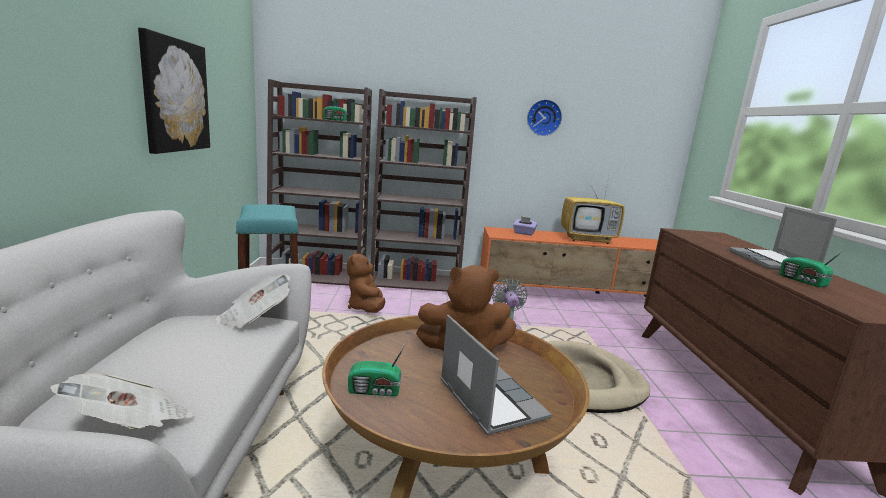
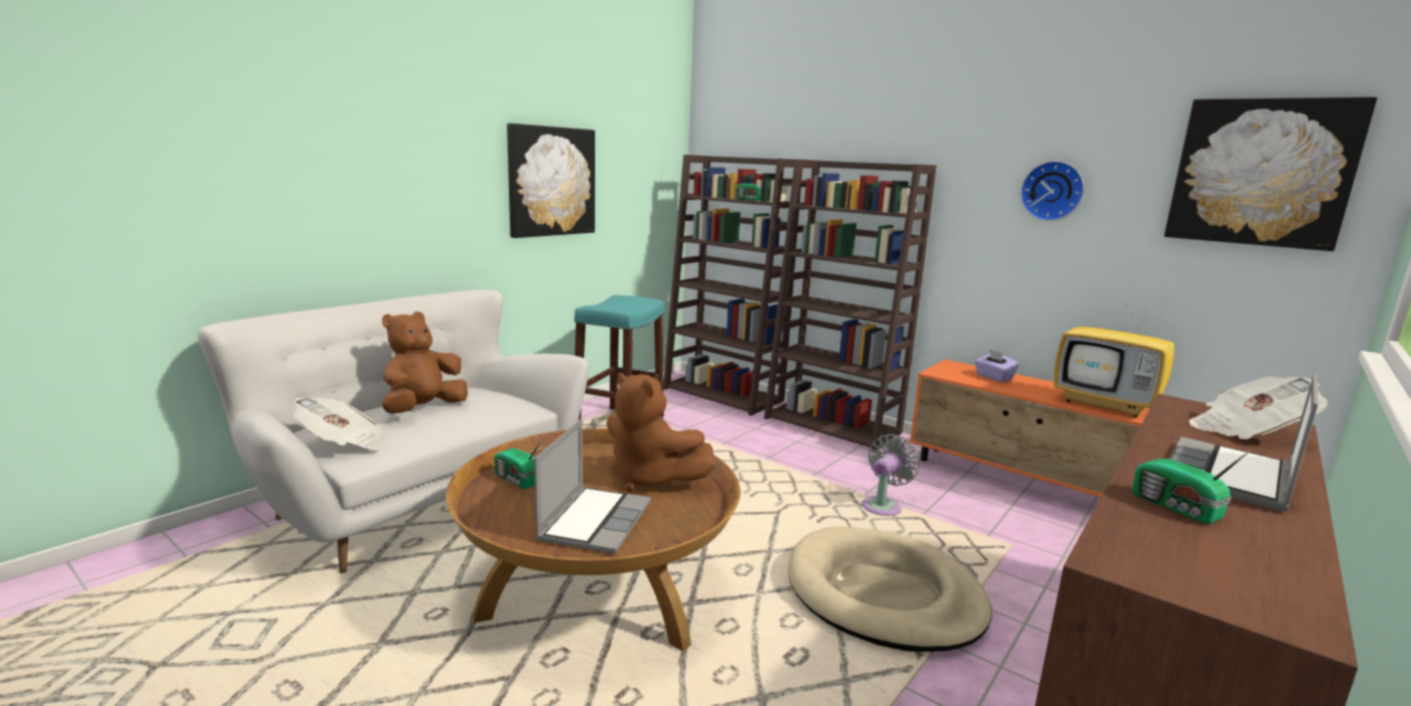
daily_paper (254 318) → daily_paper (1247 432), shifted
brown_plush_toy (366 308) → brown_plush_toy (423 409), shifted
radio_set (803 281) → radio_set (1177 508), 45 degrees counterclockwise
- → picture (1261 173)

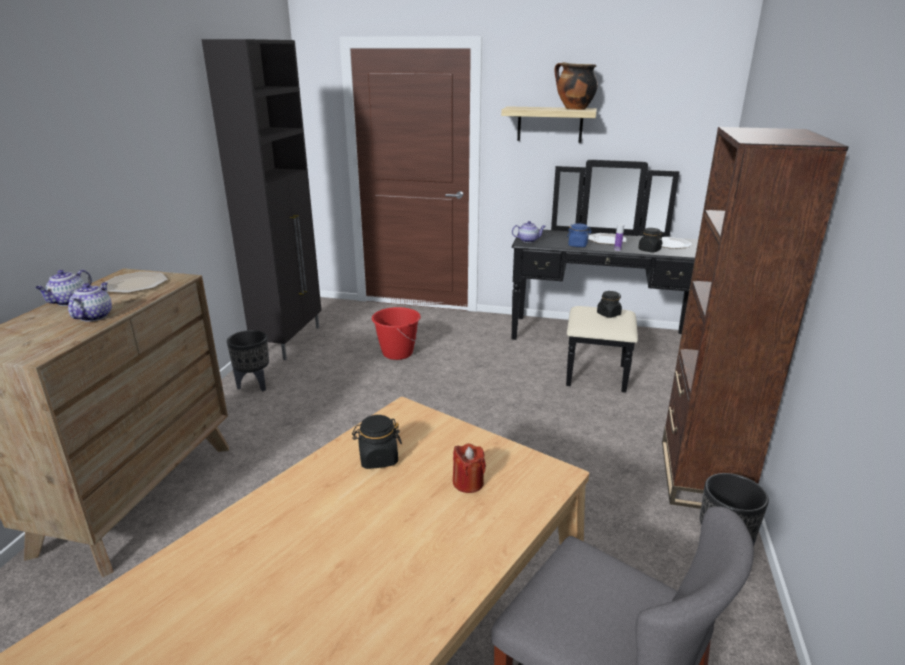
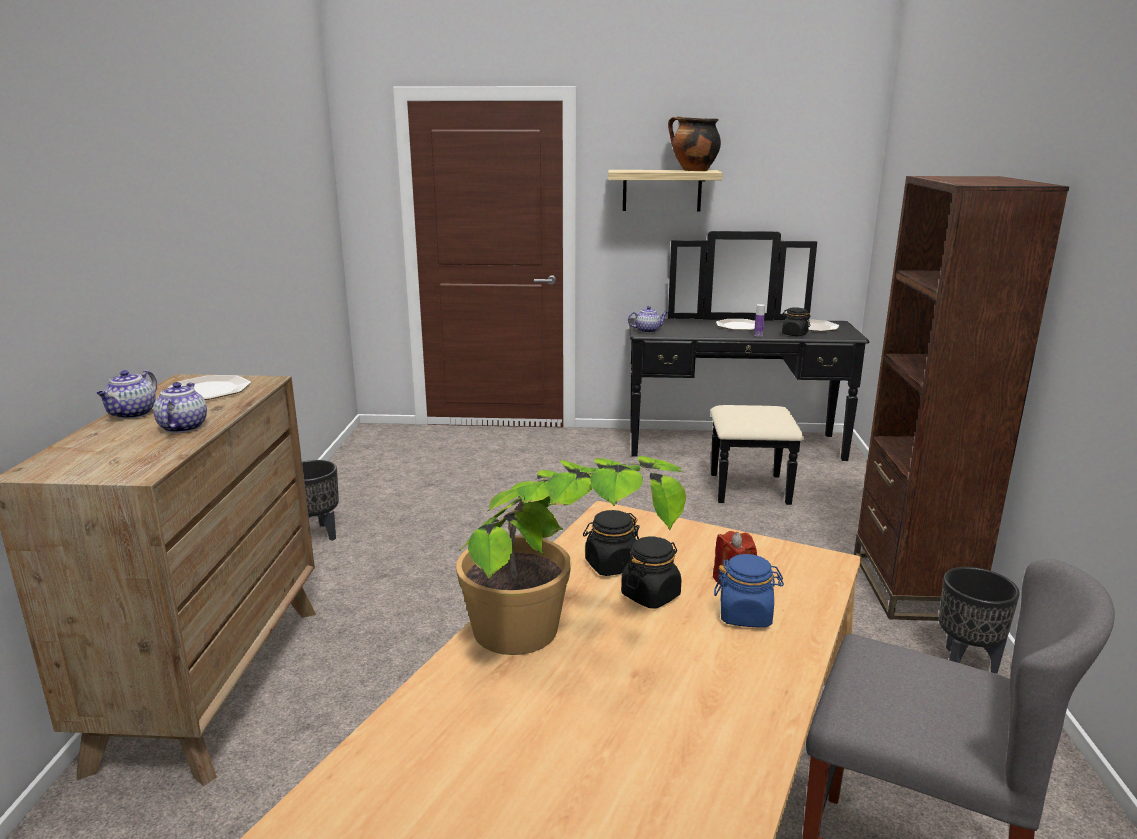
blackish_cupboard (290 341) → -
red-coloured_pail (397 353) → -
bluish_preserve_jar (578 245) → bluish_preserve_jar (745 615), shifted
blackish_preserve_jar (608 314) → blackish_preserve_jar (651 595), shifted
- → houseplant (553 645)

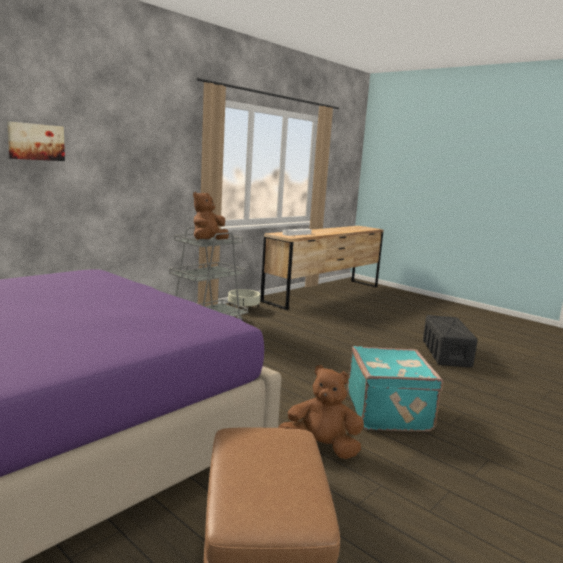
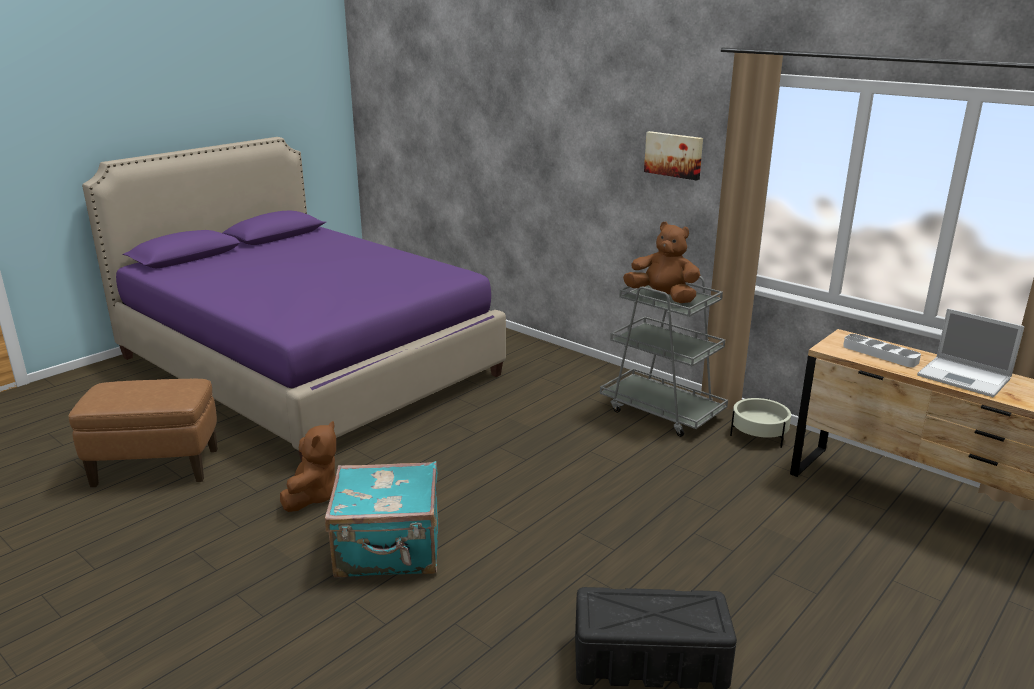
picture (36 142) → picture (674 155), shifted
- → notebook_computer (965 377)

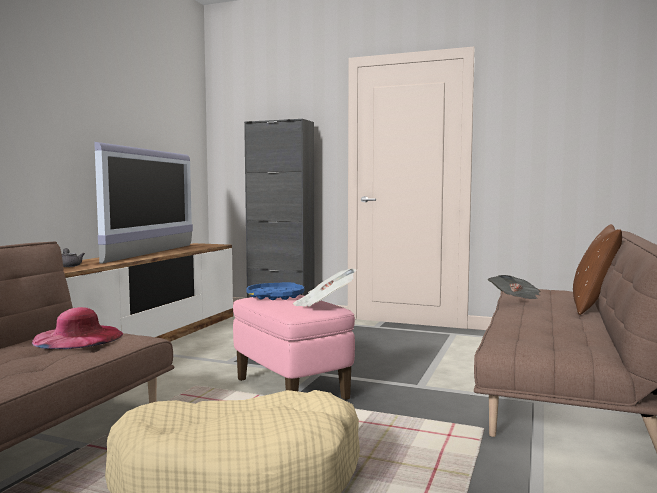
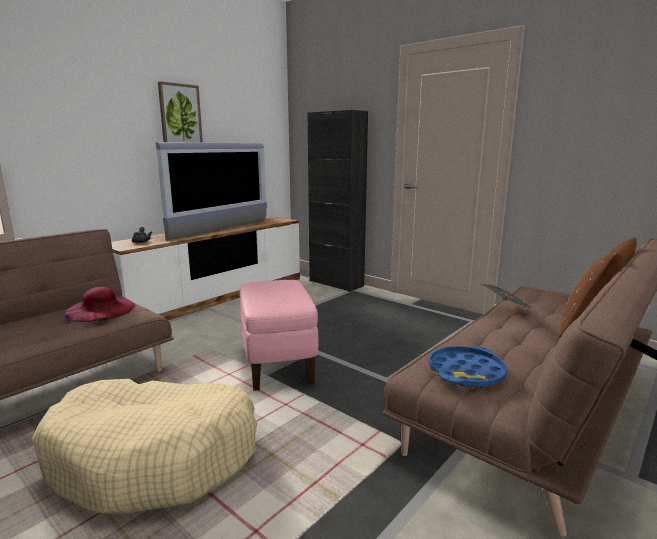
bluish_serving_tray (275 296) → bluish_serving_tray (466 372), shifted
daily_paper (324 305) → -
- → picture (180 116)

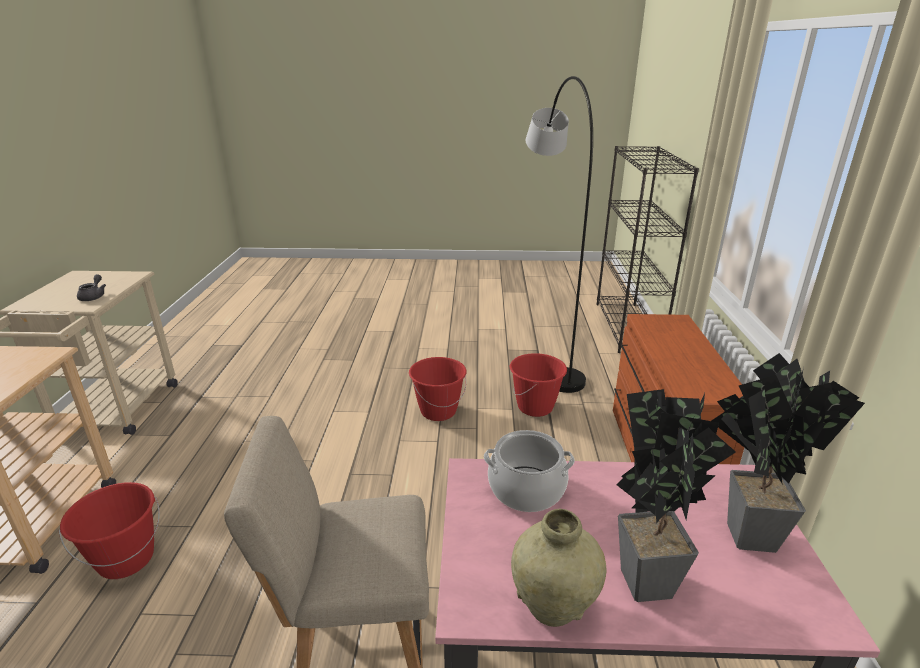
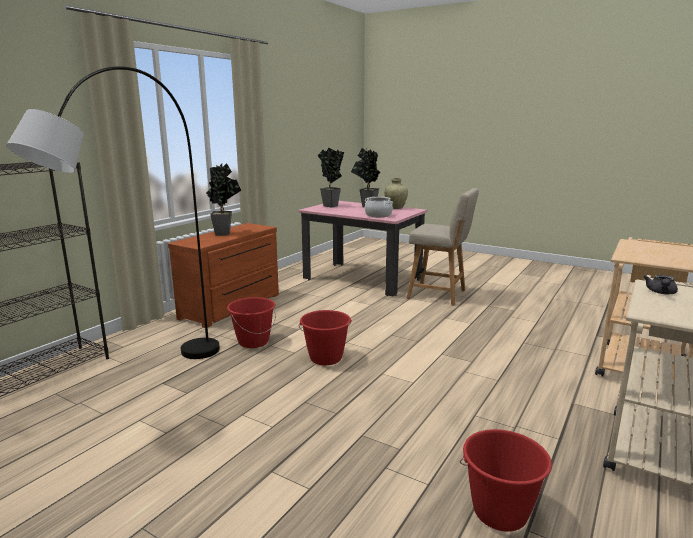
red-coloured_pail (126 559) → red-coloured_pail (500 513), shifted
- → houseplant (224 233)

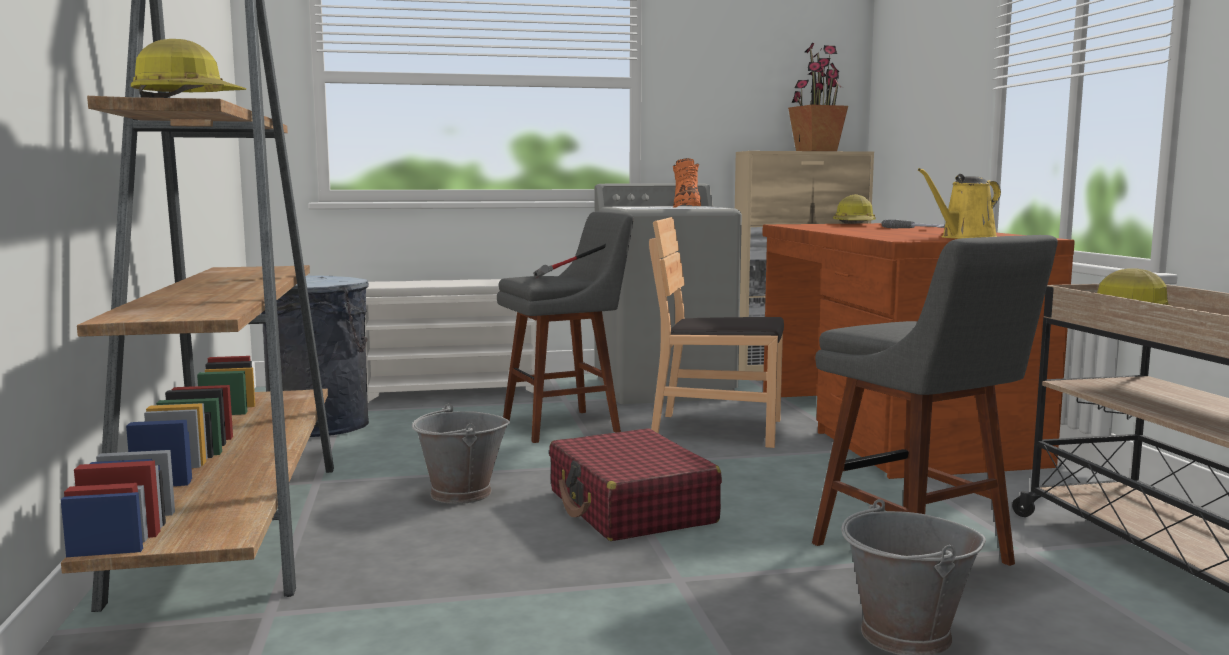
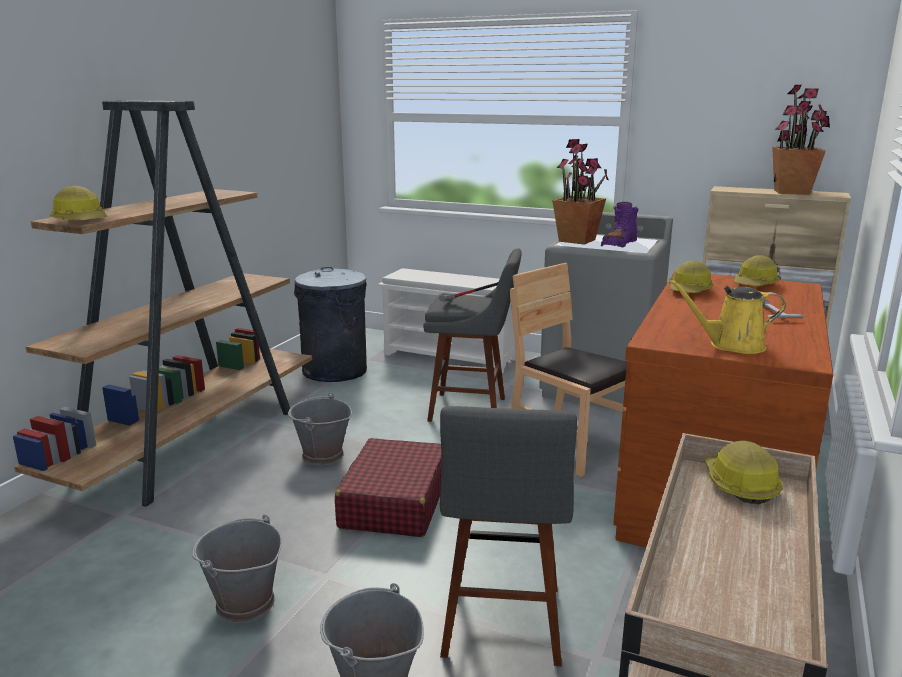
orangey_high-top_boot (686 207) → purple_high-top_boot (619 245)
- → grey_pail (244 603)
- → houseplant (577 240)
- → safety_helmet (689 291)

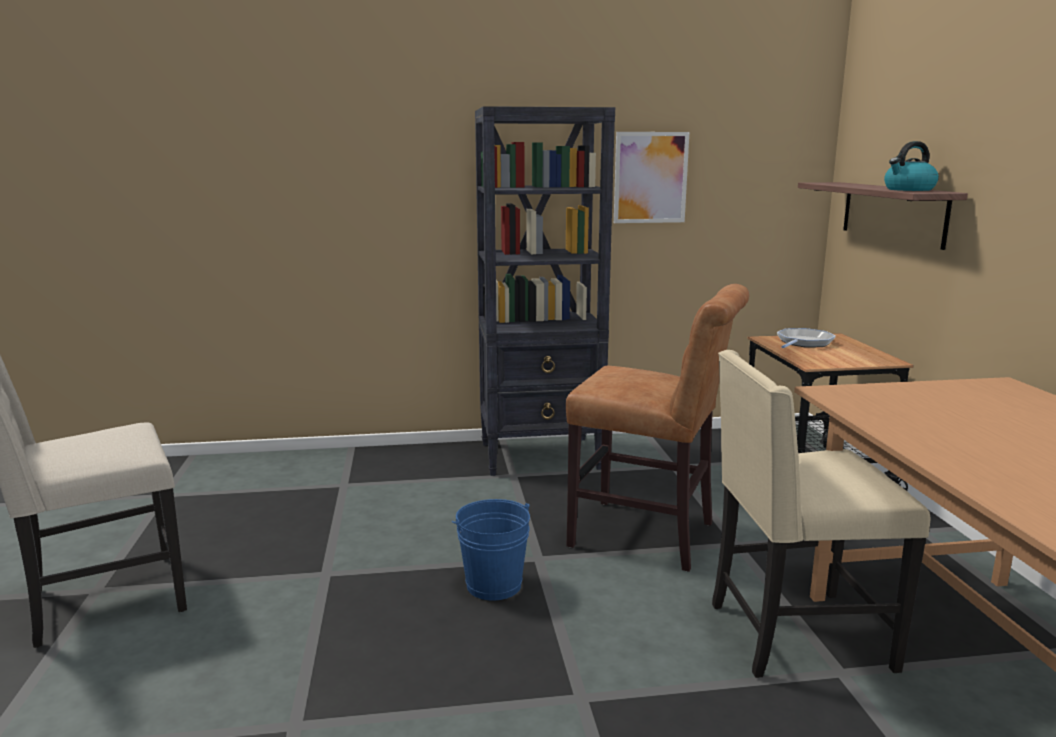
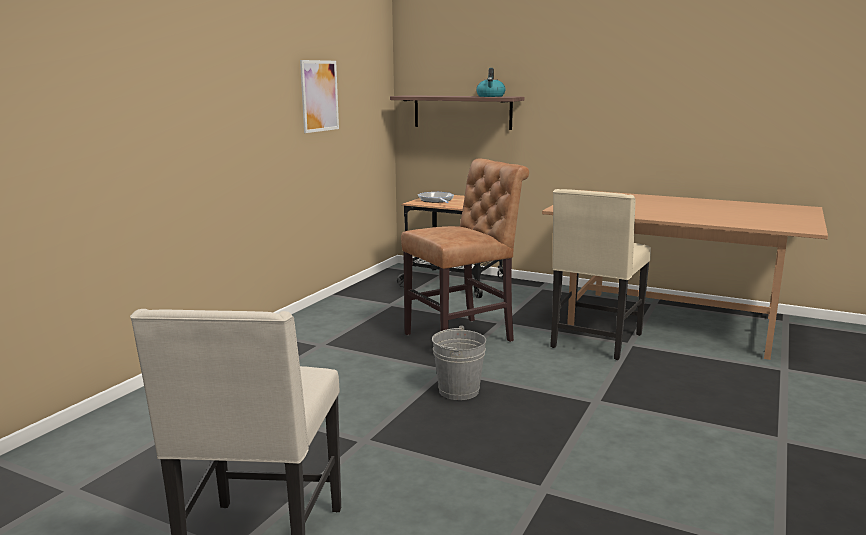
bluish_pail (494 585) → grey_pail (458 390)
blackish_bookshelf (541 456) → -

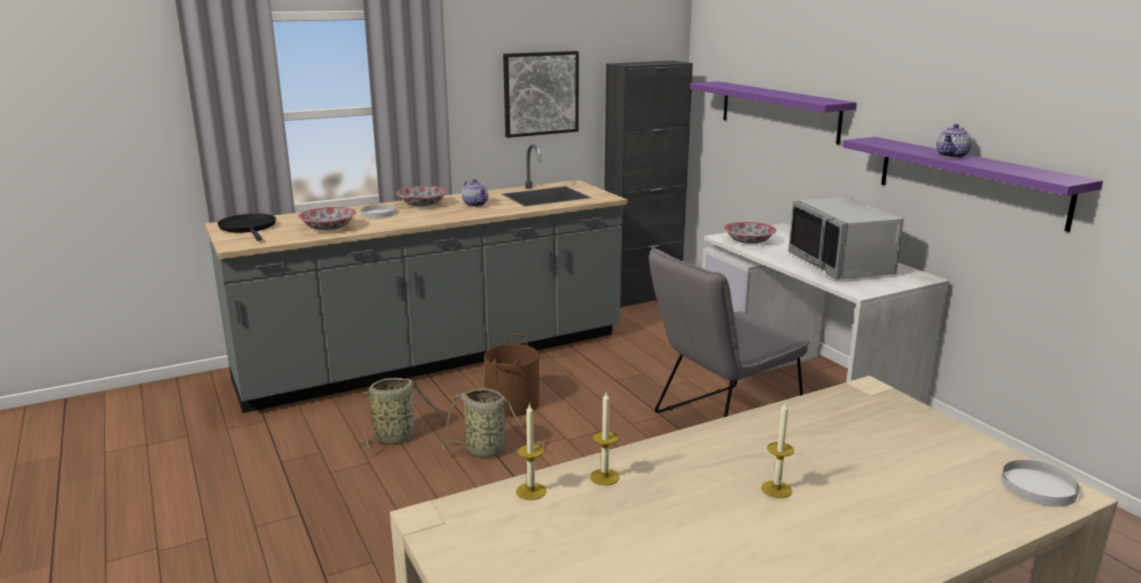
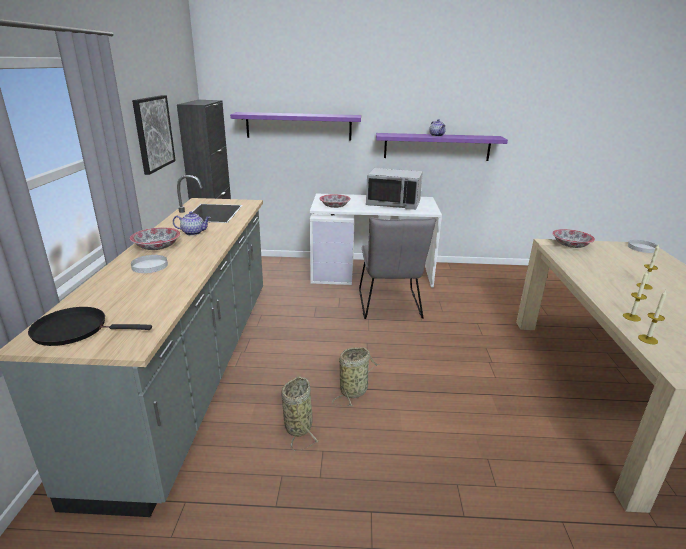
bowl (329 228) → bowl (571 245), shifted
brown_pail (513 403) → -

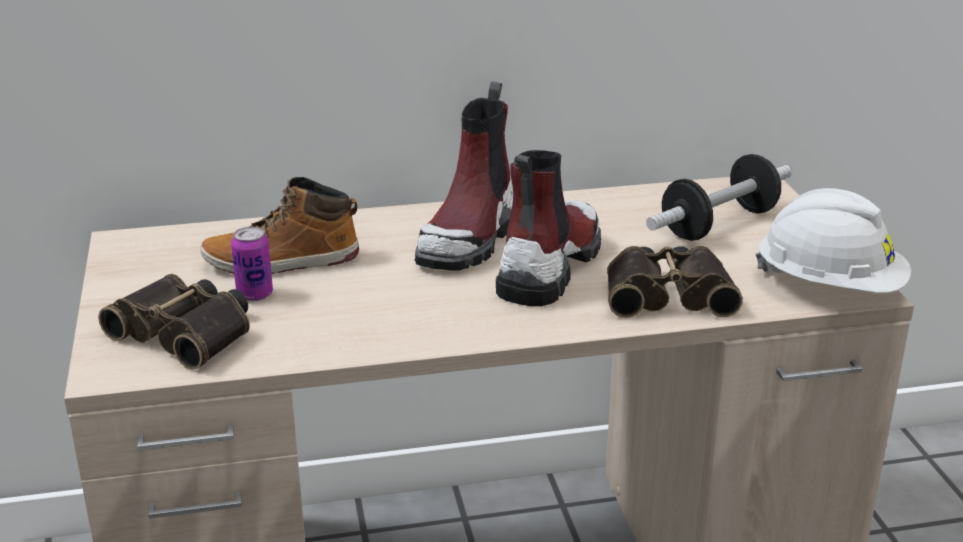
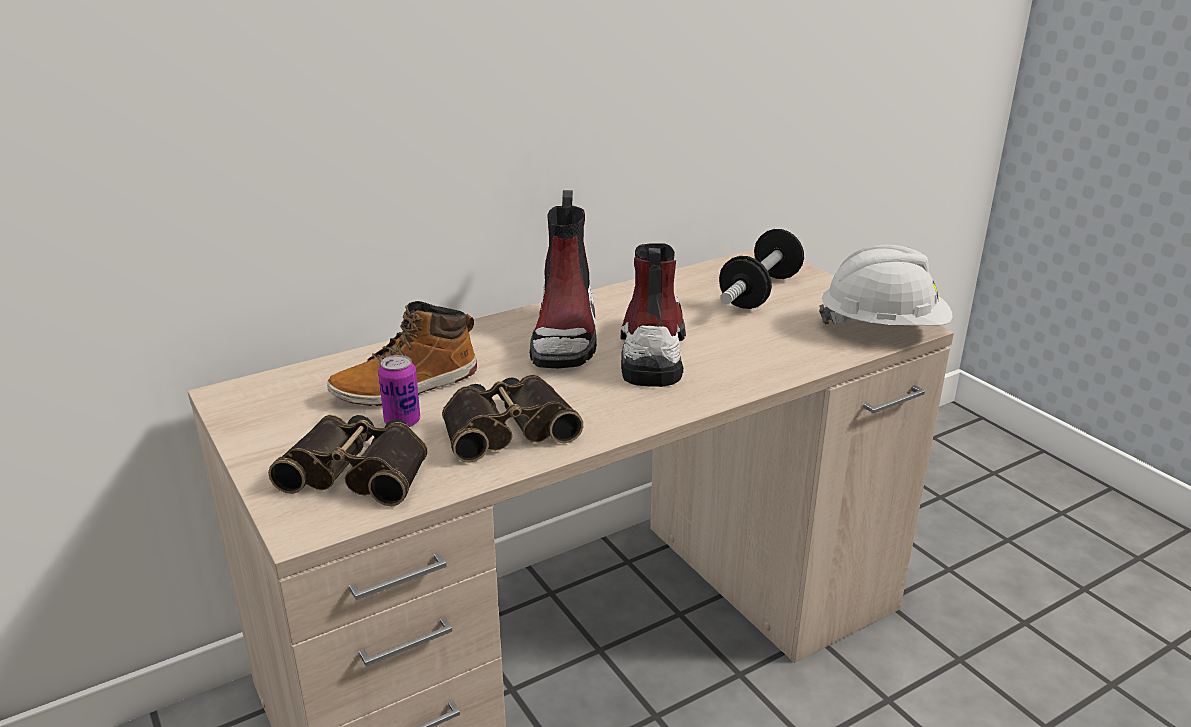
binoculars (668 294) → binoculars (507 428), shifted

